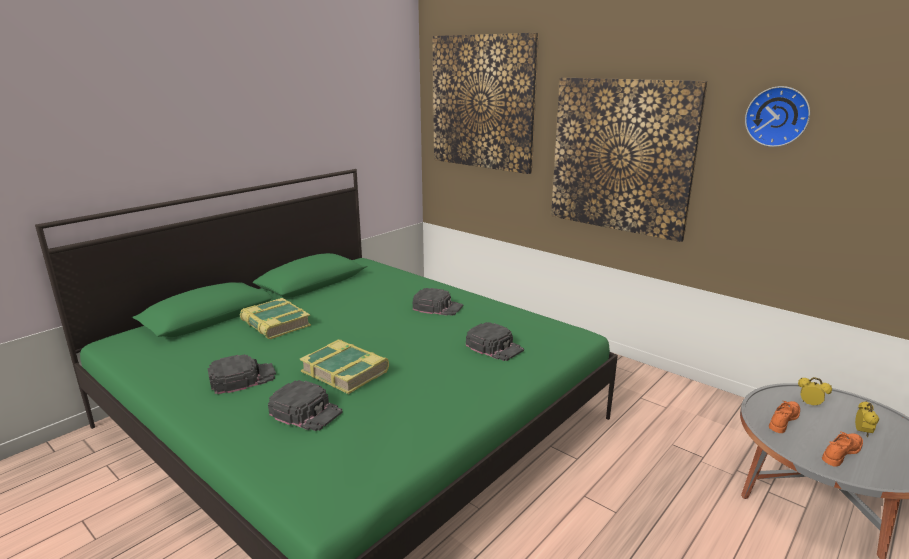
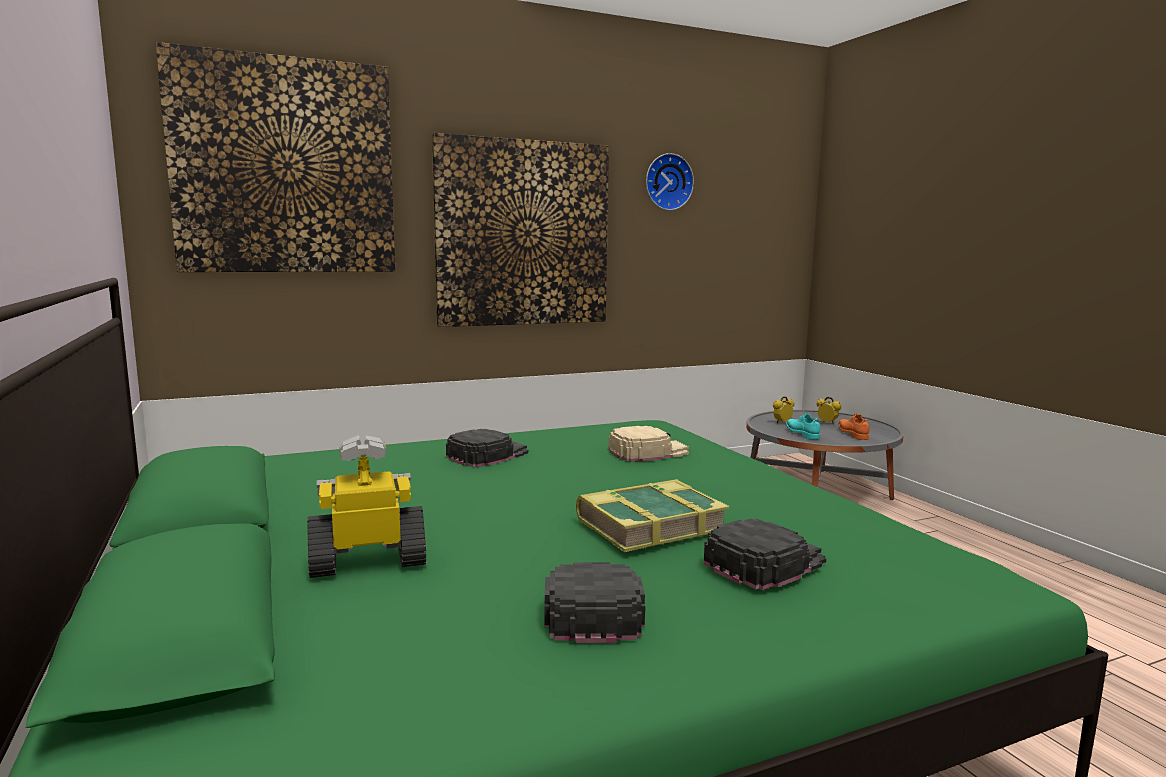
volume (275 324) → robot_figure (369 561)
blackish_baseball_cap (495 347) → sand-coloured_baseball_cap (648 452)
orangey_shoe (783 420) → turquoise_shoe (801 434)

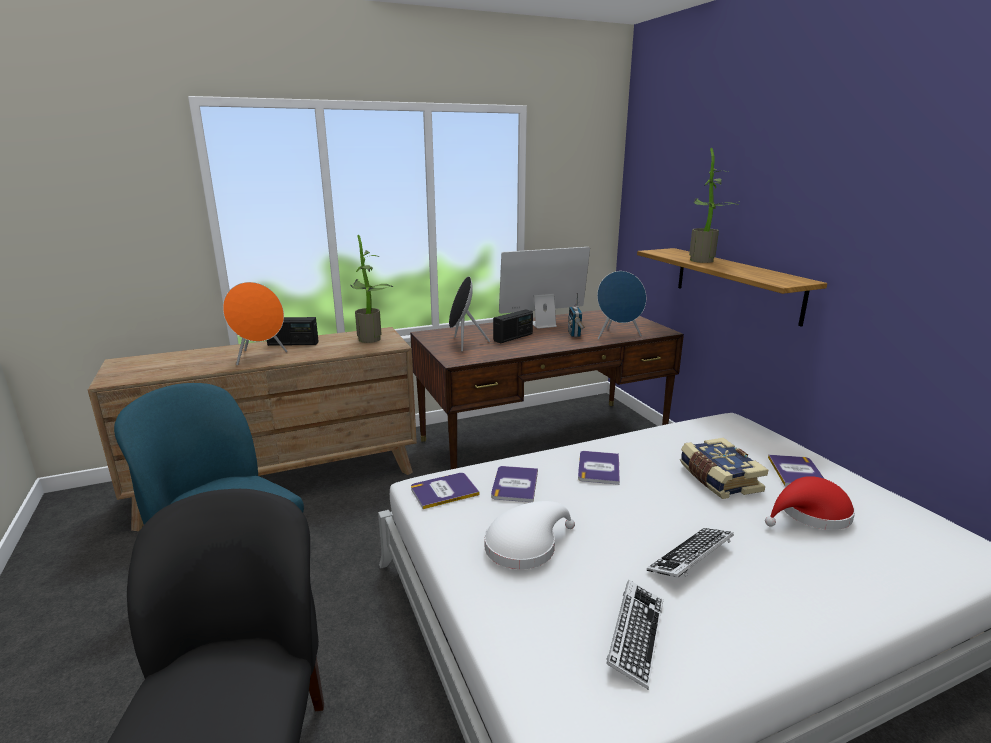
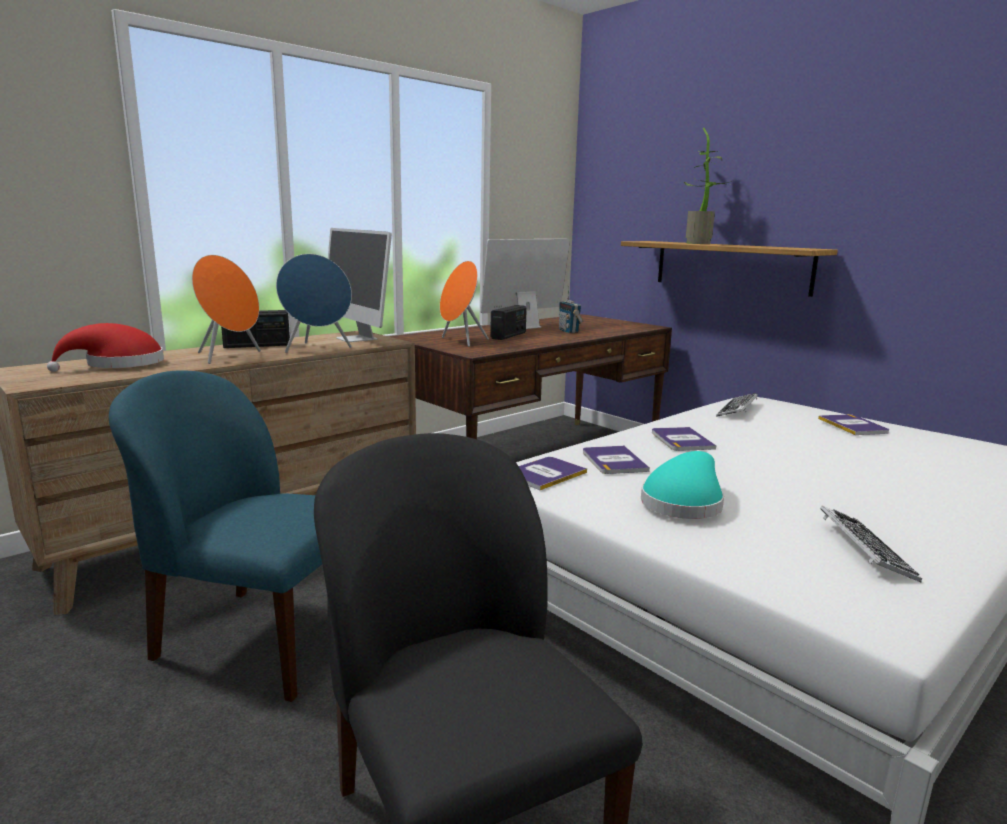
houseplant (373 339) → monitor (356 338)
blackish_speaker (463 343) → orangey_speaker (461 341)
whitish_wearable_hat (525 545) → turquoise_wearable_hat (683 502)
bluish_speaker (617 336) → bluish_speaker (317 349), shifted
PC_keyboard (691 558) → PC_keyboard (737 410), shifted
volume (718 479) → -
red-coloured_wearable_hat (810 514) → red-coloured_wearable_hat (119 364), shifted

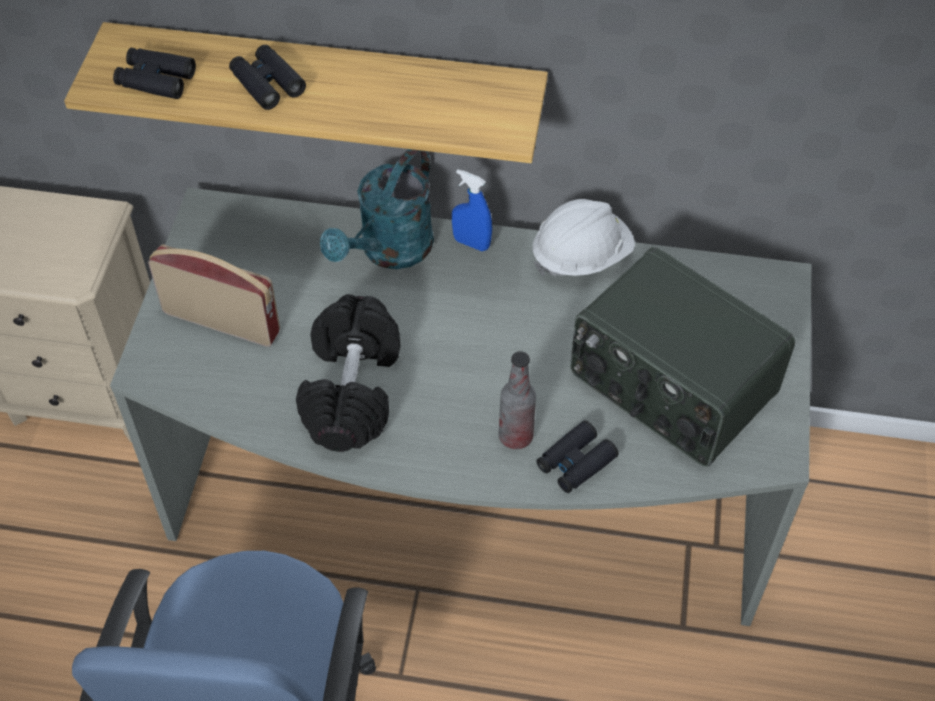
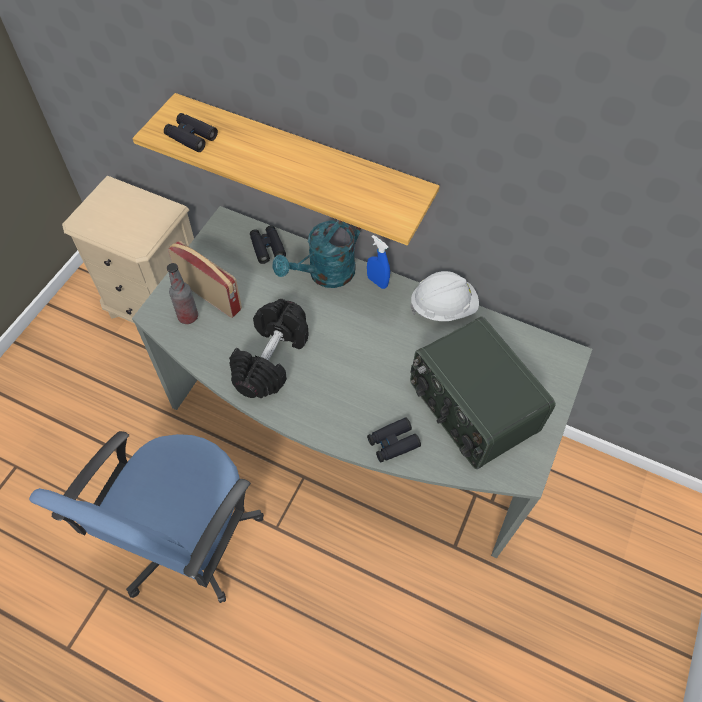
blackish_binoculars (267 83) → blackish_binoculars (267 247), shifted
drink_bottle (515 436) → drink_bottle (188 316), shifted

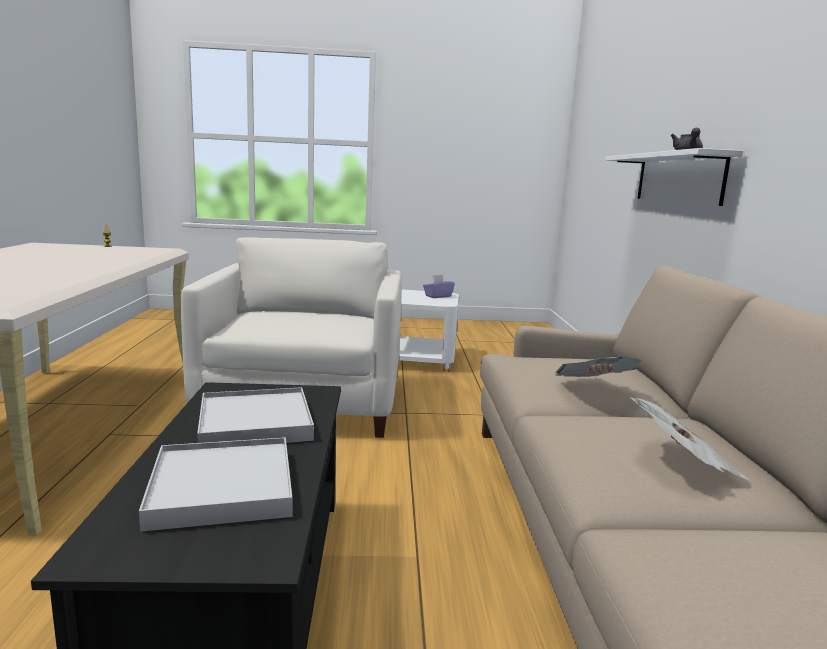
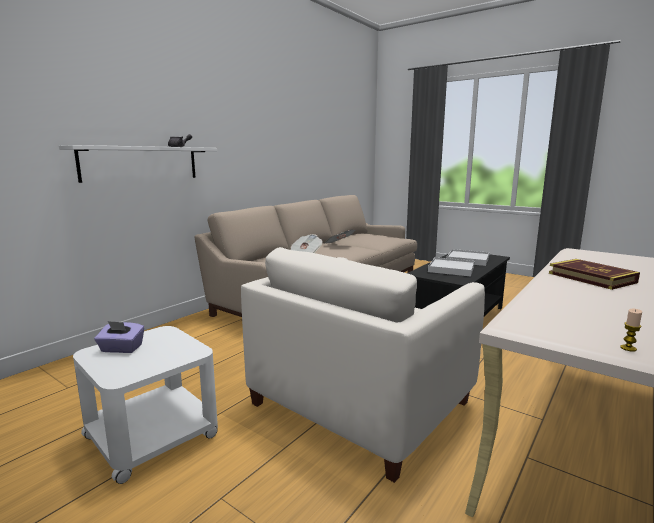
- → volume (591 278)

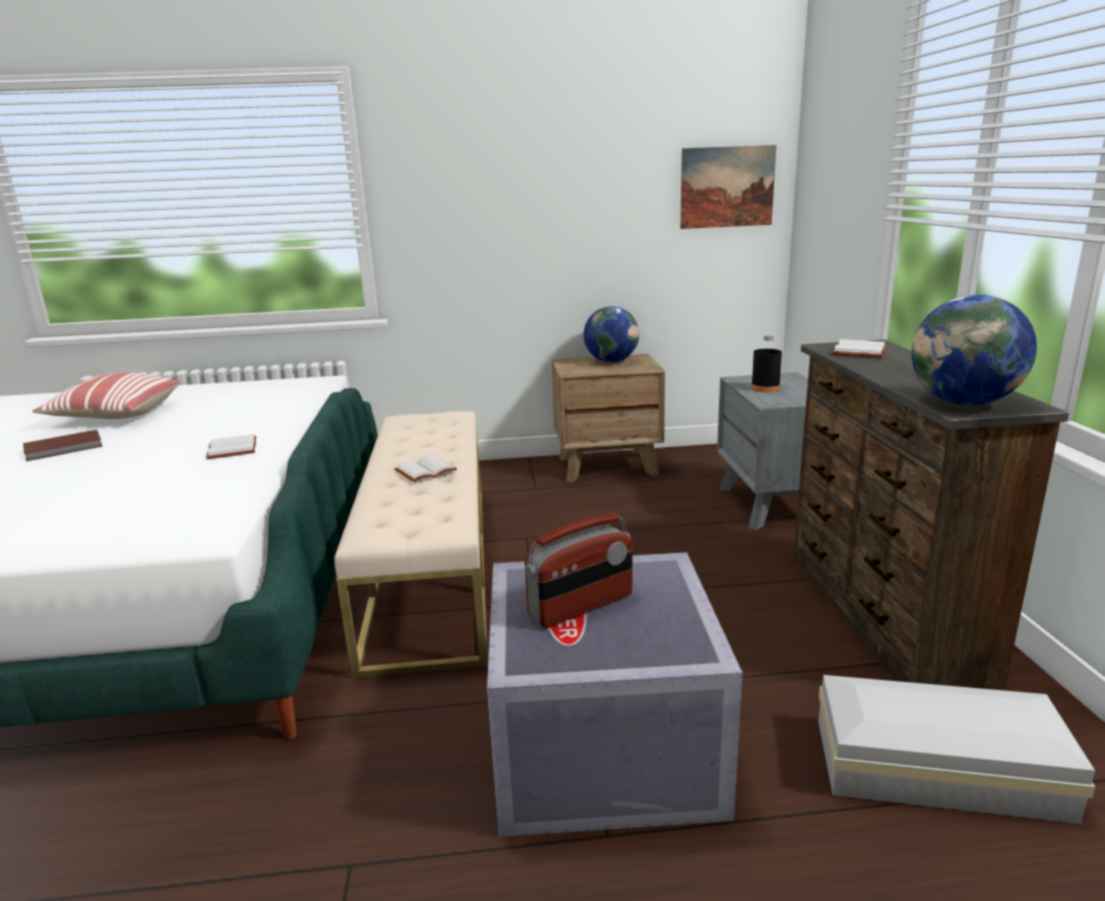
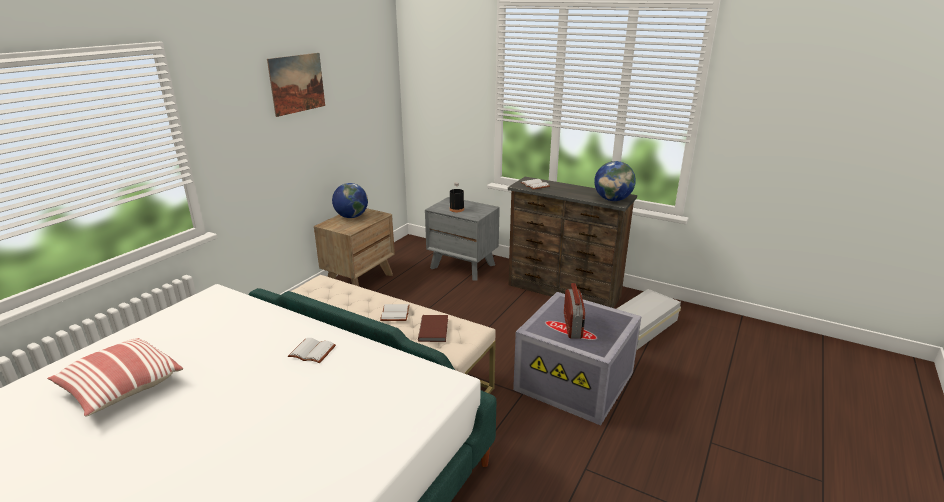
brown_volume (65 448) → brown_volume (434 329), shifted
picture (727 187) → picture (297 83), shifted

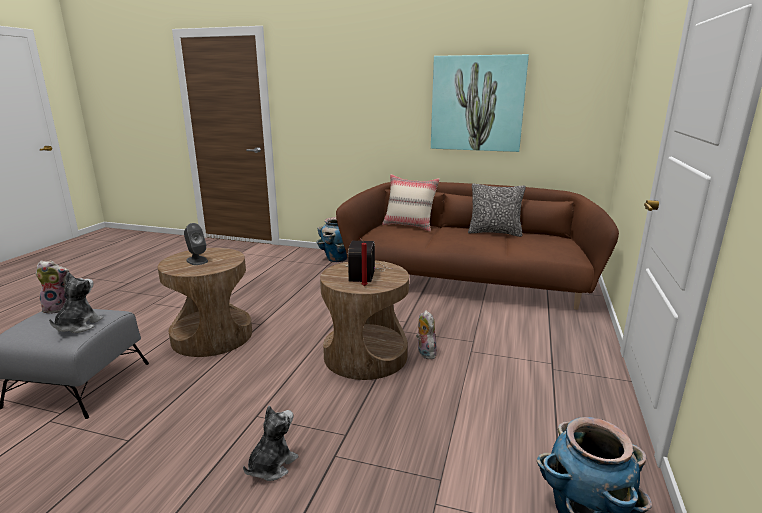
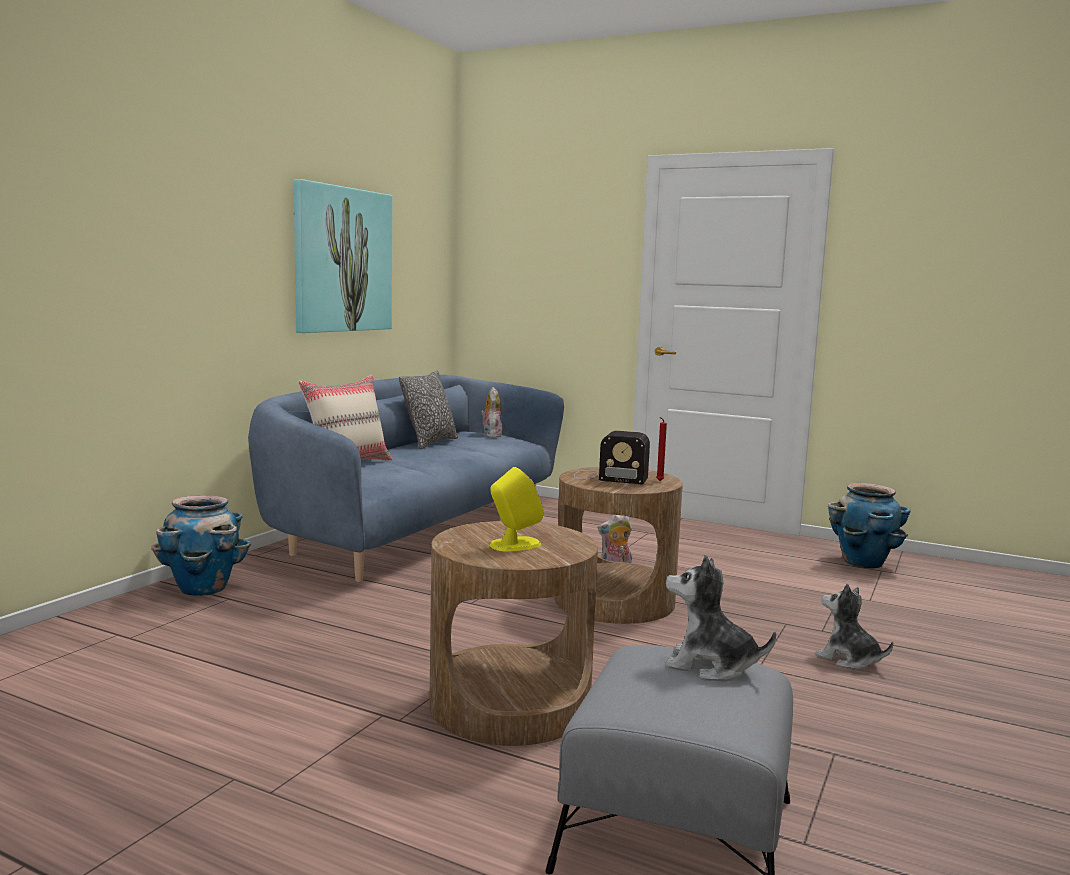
plush_toy (60 308) → plush_toy (491 435), shifted
grey_speaker (197 260) → yellow-coloured_speaker (514 545)
brown_sofa (467 282) → bluish_sofa (416 528)

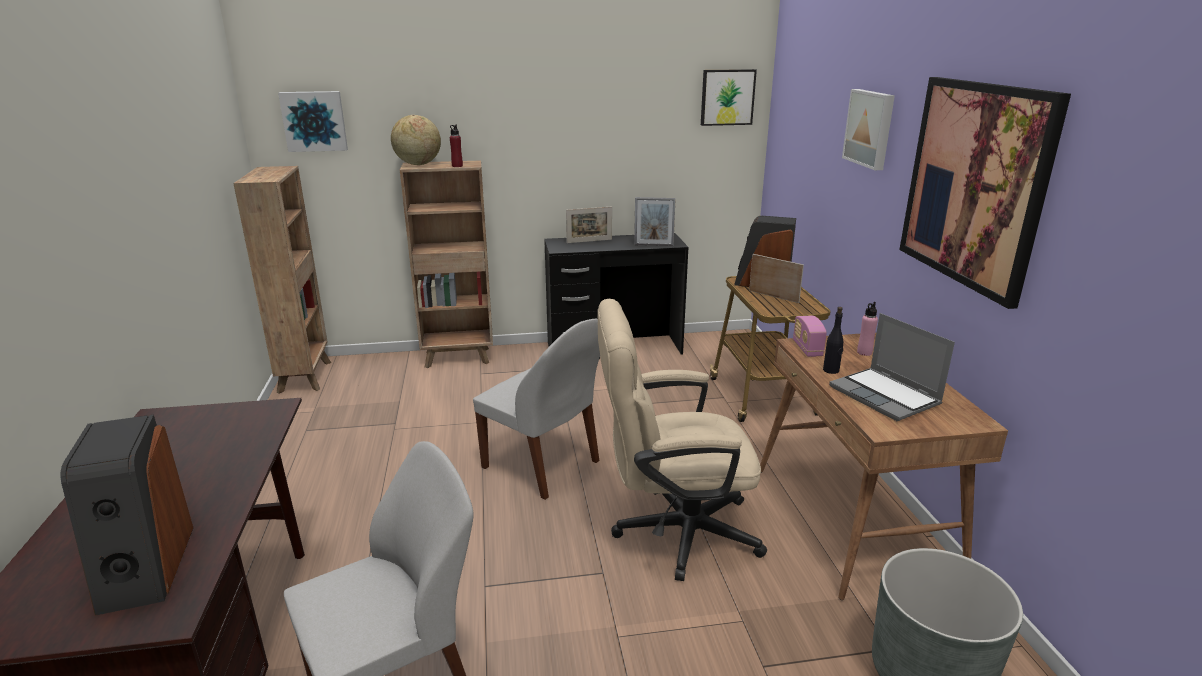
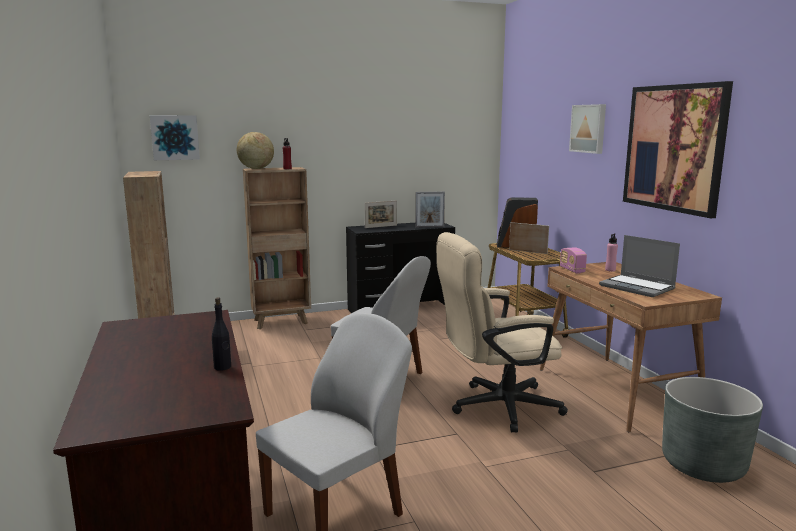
speaker (145 567) → -
picture (727 97) → -
blackish_drink_bottle (831 370) → blackish_drink_bottle (222 367), shifted

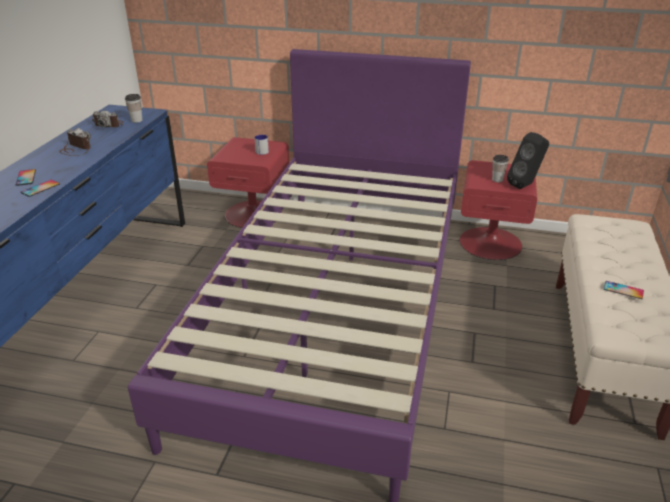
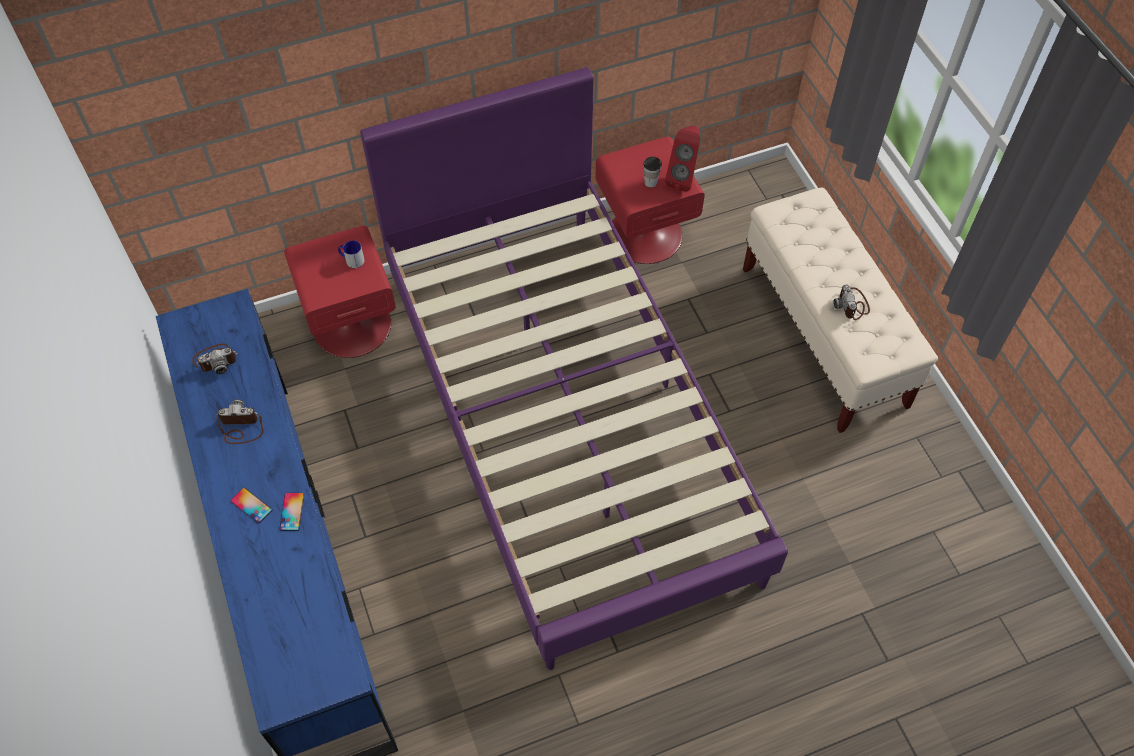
drinking_cup (137 120) → -
blackish_speaker (525 185) → red-coloured_speaker (683 178)
phone (623 290) → photo_camera (852 305)

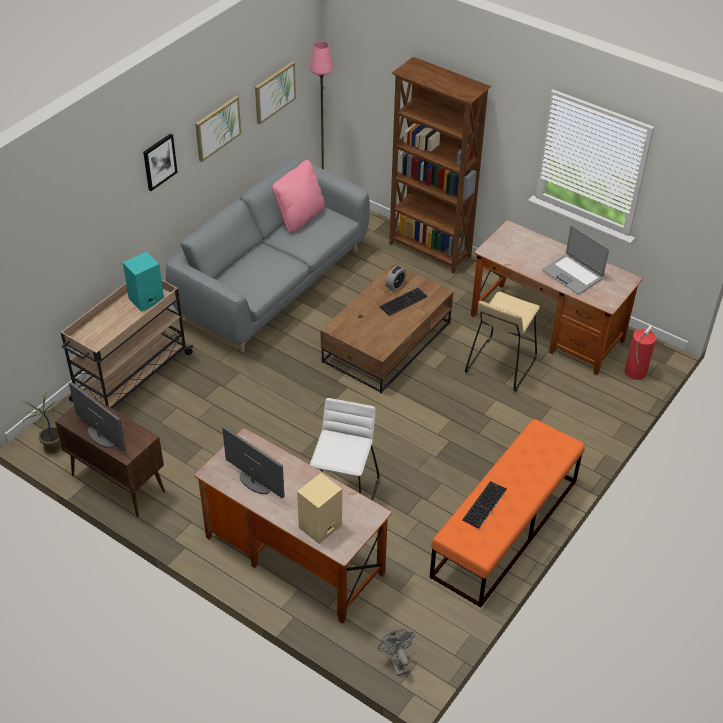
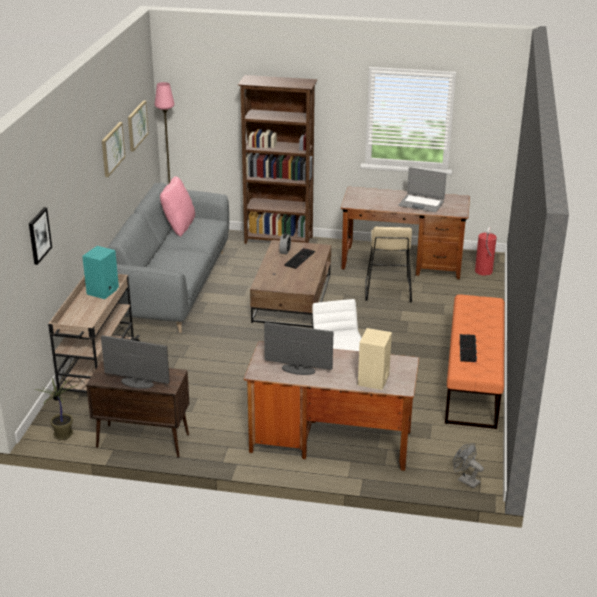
picture (159 161) → picture (39 235), shifted

